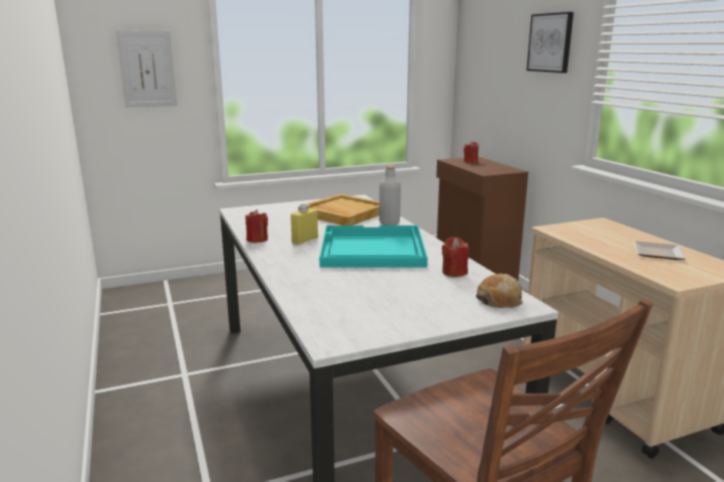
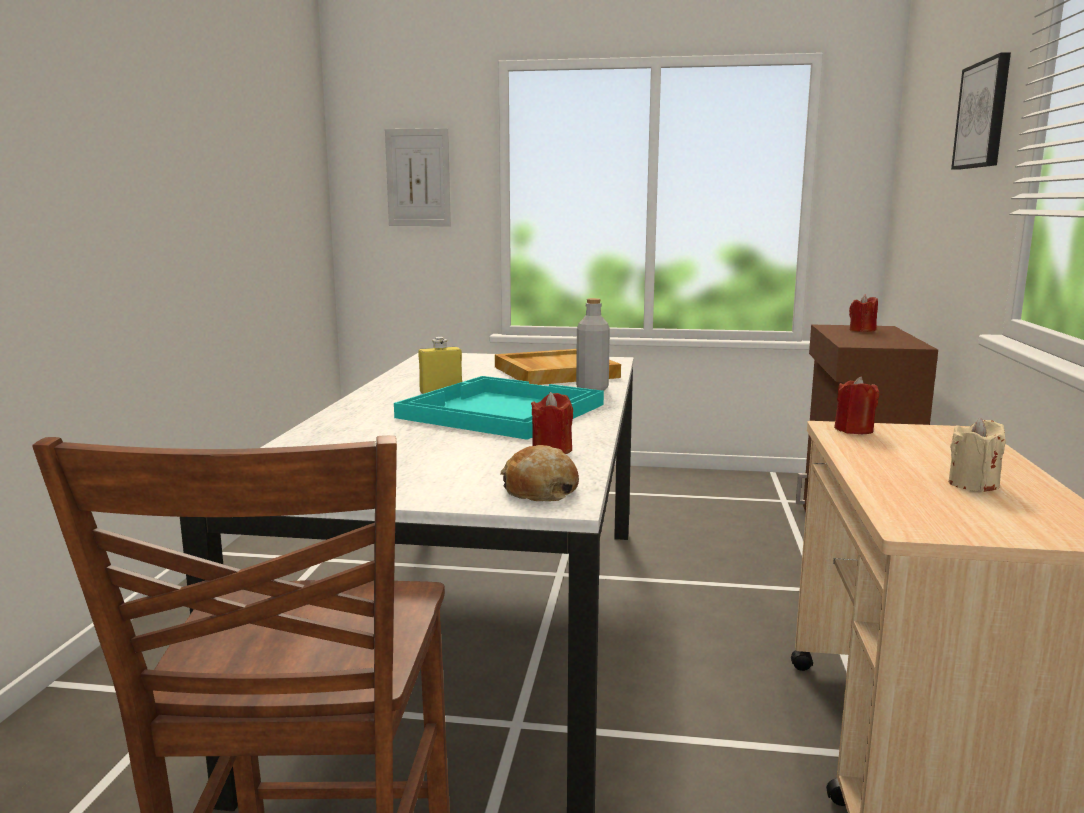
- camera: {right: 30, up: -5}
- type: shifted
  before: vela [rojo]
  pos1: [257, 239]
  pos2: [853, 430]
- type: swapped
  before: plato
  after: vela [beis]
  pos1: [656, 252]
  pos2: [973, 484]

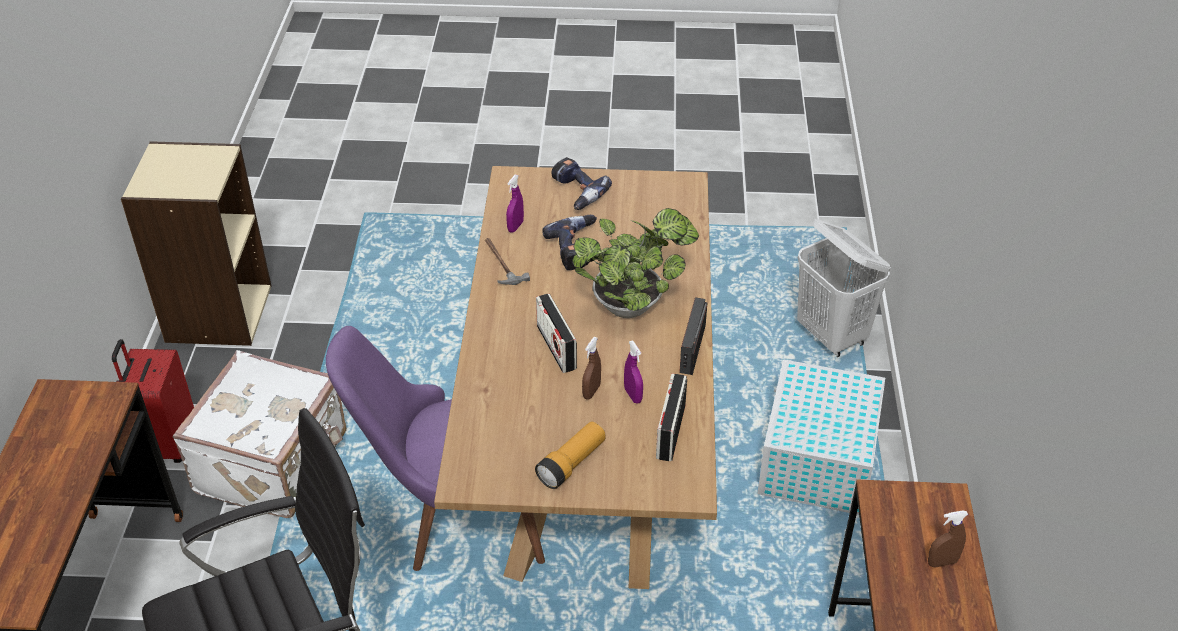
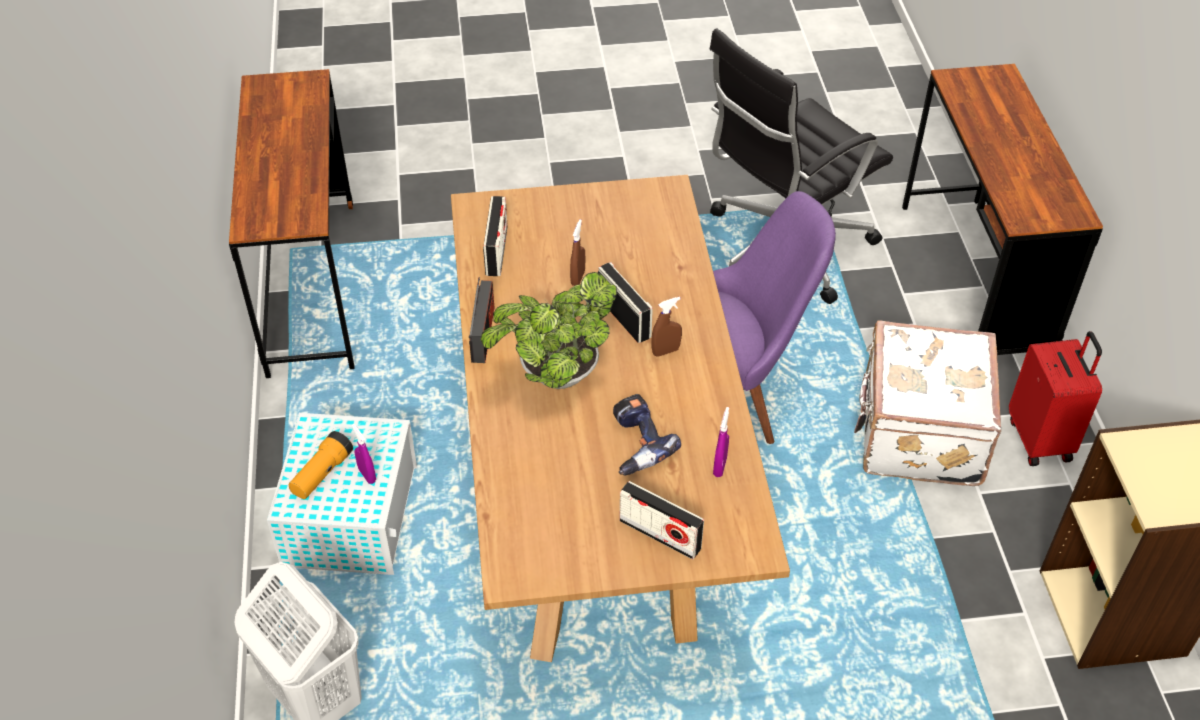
- camera: {right: 170, up: 5}
- type: swapped
  before: taladro
  after: radio
  pos1: [575, 193]
  pos2: [660, 534]
- type: gone
  before: martillo
  pos1: [501, 263]
- type: shifted
  before: pulverizador [morado]
  pos1: [633, 395]
  pos2: [367, 475]
- type: shifted
  before: linterna
  pos1: [572, 463]
  pos2: [322, 474]
- type: shifted
  before: pulverizador [marrón]
  pos1: [942, 562]
  pos2: [666, 351]

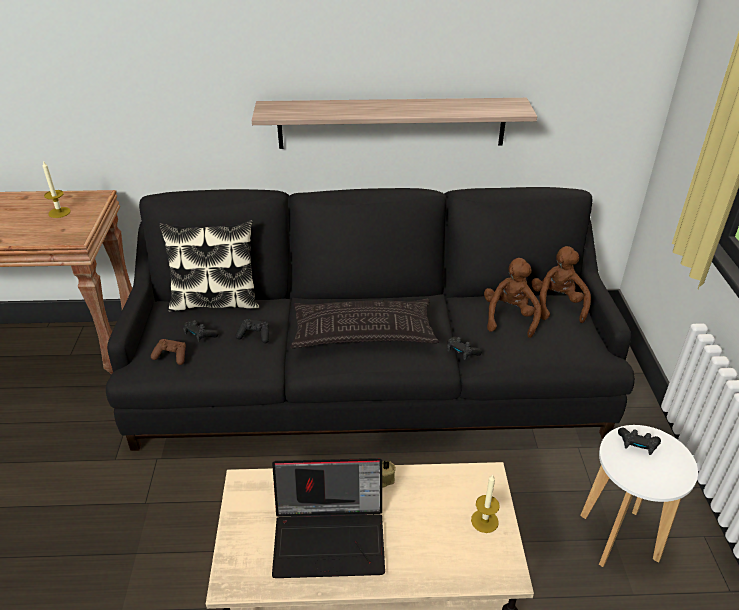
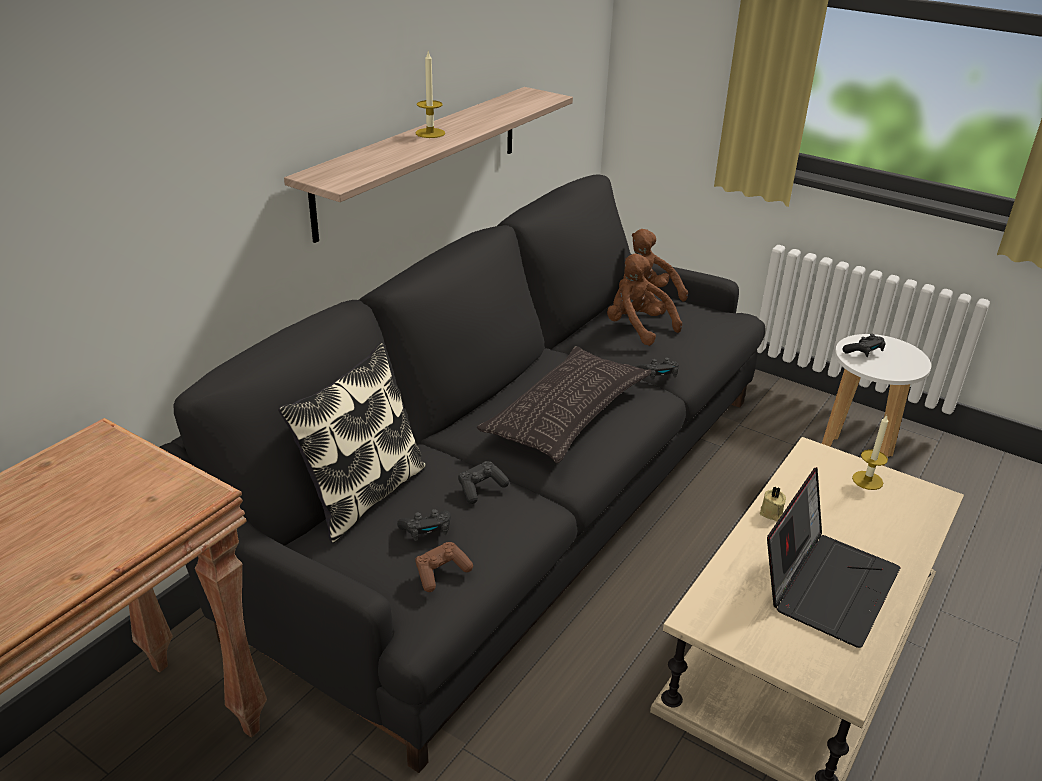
- camera: {right: -55, up: -5}
- type: shifted
  before: vela
  pos1: [59, 212]
  pos2: [430, 133]

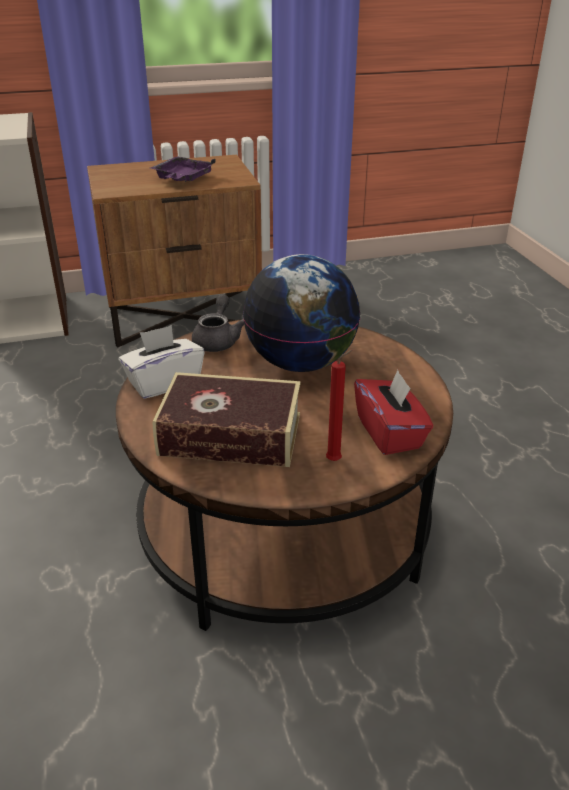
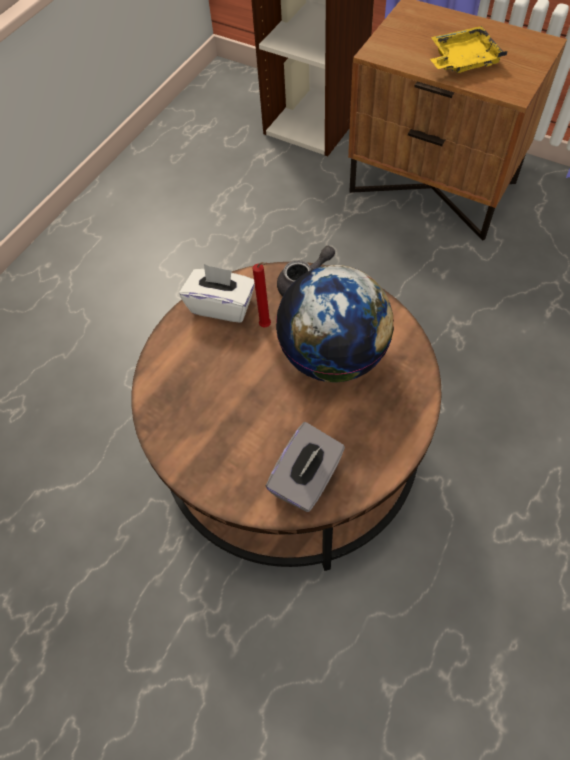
- camera: {right: 50, up: 25}
- type: repainted
  before: bandeja [morado]
  after: bandeja [amarillo]
  pos1: [182, 179]
  pos2: [462, 61]
- type: shifted
  before: vela [rojo]
  pos1: [336, 460]
  pos2: [267, 326]
- type: repainted
  before: caja de pañuelos [rojo]
  after: caja de pañuelos [gris]
  pos1: [390, 433]
  pos2: [307, 479]
- type: gone
  before: libro
  pos1: [230, 434]

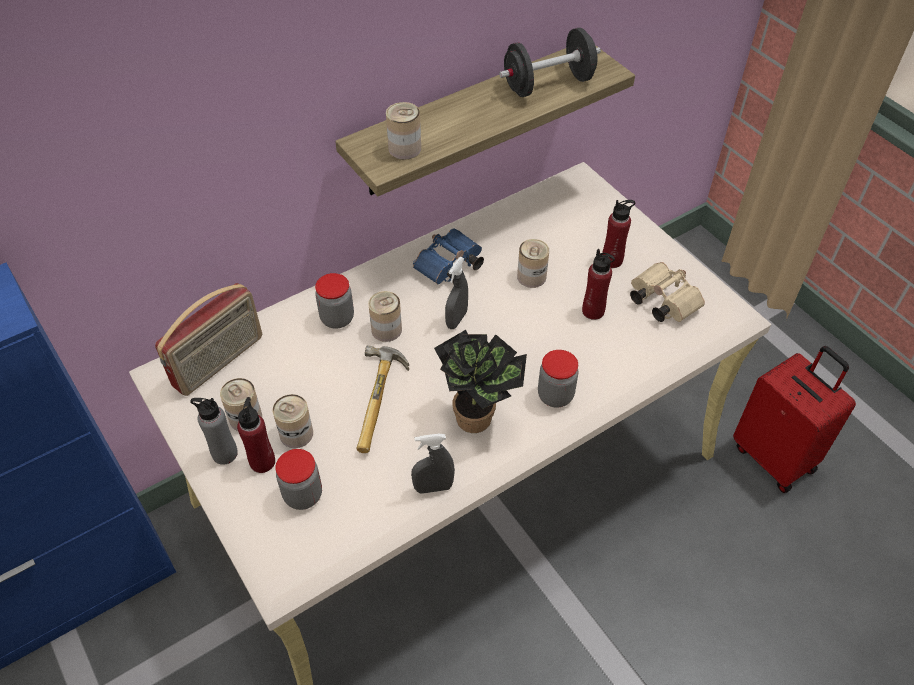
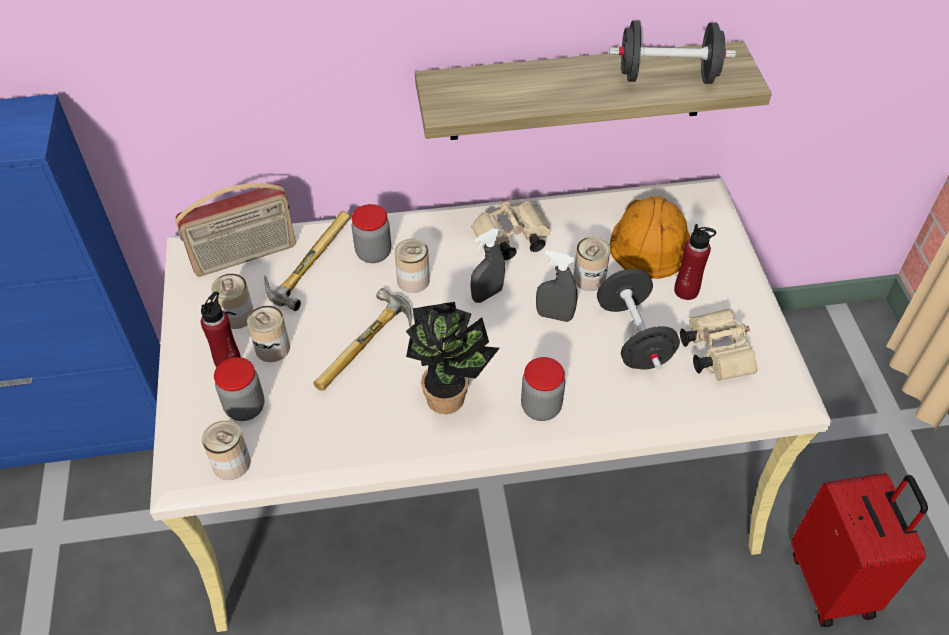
- camera: {right: 25, up: 0}
- type: shifted
  before: lata
  pos1: [404, 148]
  pos2: [231, 463]
- type: repainted
  before: prismáticos [azul]
  after: prismáticos [beis]
  pos1: [449, 268]
  pos2: [510, 241]
- type: swapped
  before: botella [rojo]
  after: mancuerna [negro]
  pos1: [593, 311]
  pos2: [633, 336]
- type: gone
  before: botella [gris]
  pos1: [224, 453]
- type: shifted
  before: pulverizador [gris]
  pos1: [433, 487]
  pos2: [554, 316]
- type: new
  after: casco [naranja]
  pos2: [650, 239]
- type: new
  after: martillo
  pos2: [307, 261]

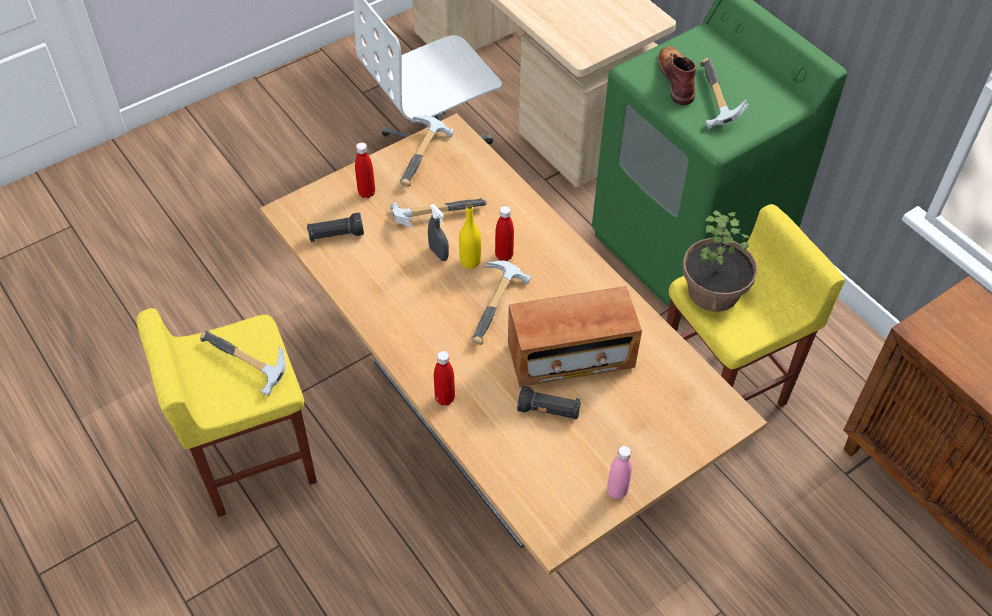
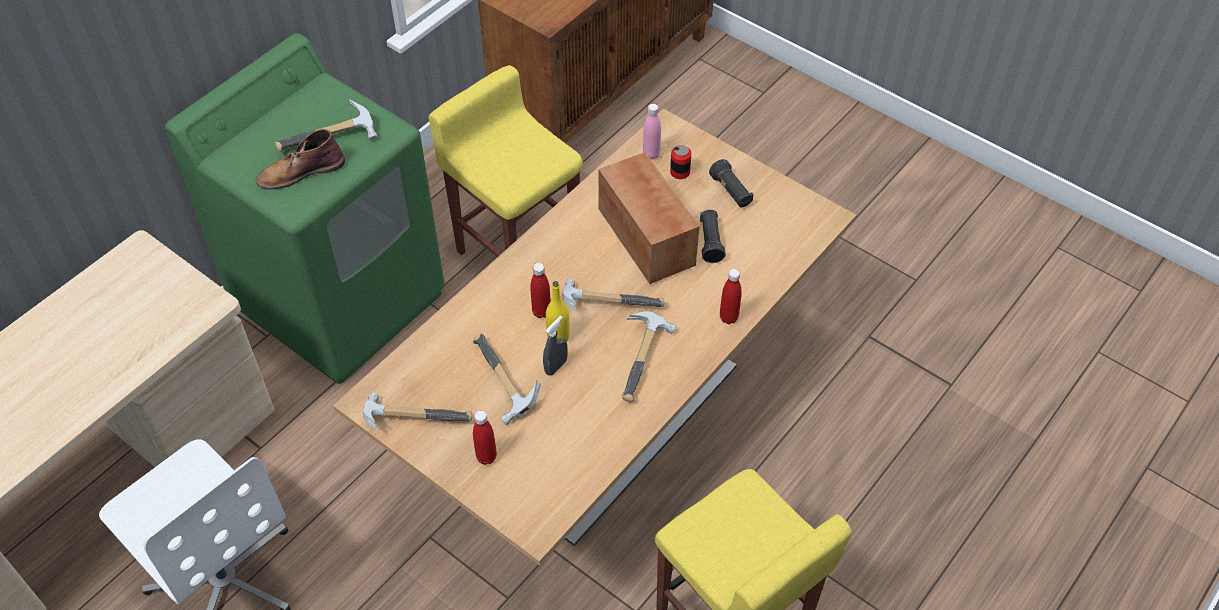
- camera: {right: -105, up: 0}
- type: gone
  before: planta en maceta
  pos1: [714, 292]
- type: shifted
  before: linterna [negro]
  pos1: [336, 235]
  pos2: [731, 192]
- type: shifted
  before: martillo
  pos1: [244, 366]
  pos2: [646, 360]
- type: shifted
  before: botella [rosa]
  pos1: [617, 491]
  pos2: [651, 154]
- type: new
  after: lata
  pos2: [680, 172]

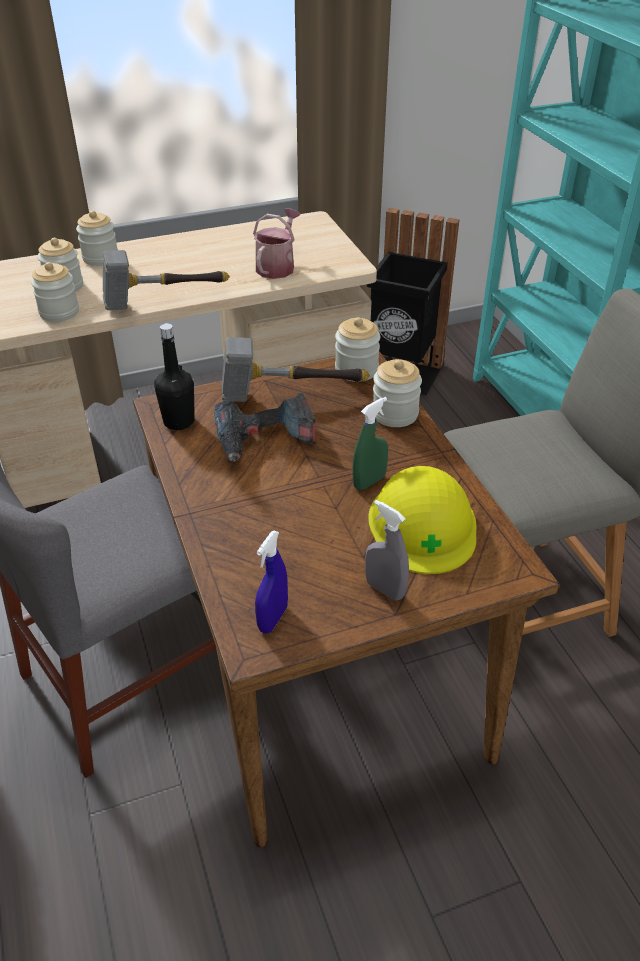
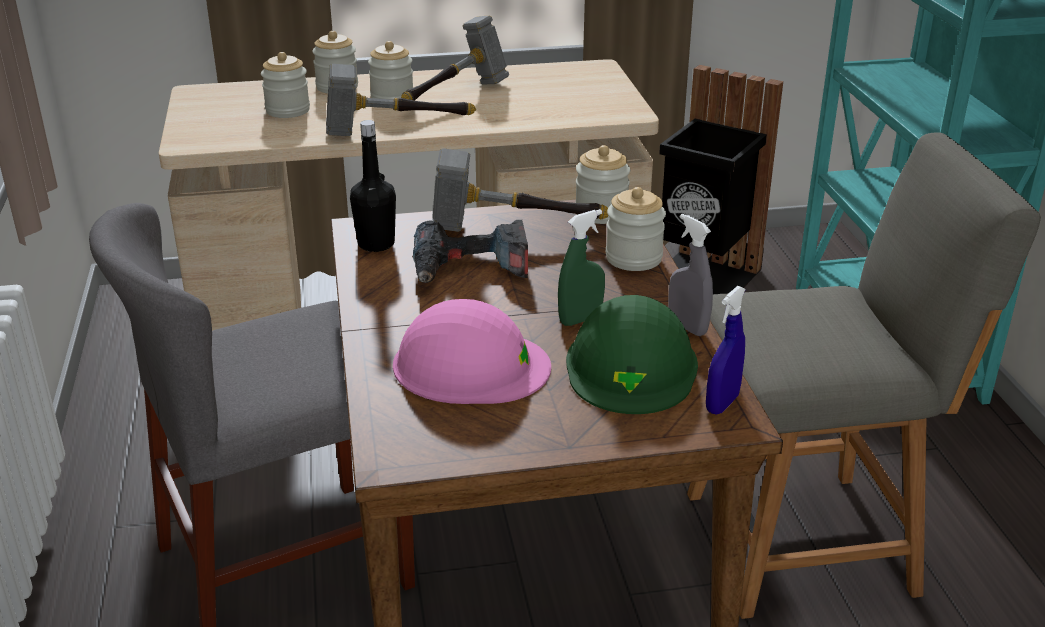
- camera: {right: 10, up: -10}
- type: gone
  before: regadera
  pos1: [277, 266]
- type: shifted
  before: tarro
  pos1: [59, 312]
  pos2: [392, 98]
- type: repainted
  before: casco [amarillo]
  after: casco [verde]
  pos1: [422, 524]
  pos2: [631, 366]
- type: shifted
  before: pulverizador [gris]
  pos1: [384, 589]
  pos2: [687, 327]
- type: shifted
  before: pulverizador [azul]
  pos1: [273, 619]
  pos2: [722, 404]
- type: new
  after: martillo
  pos2: [456, 96]
- type: new
  after: casco [rosa]
  pos2: [470, 365]

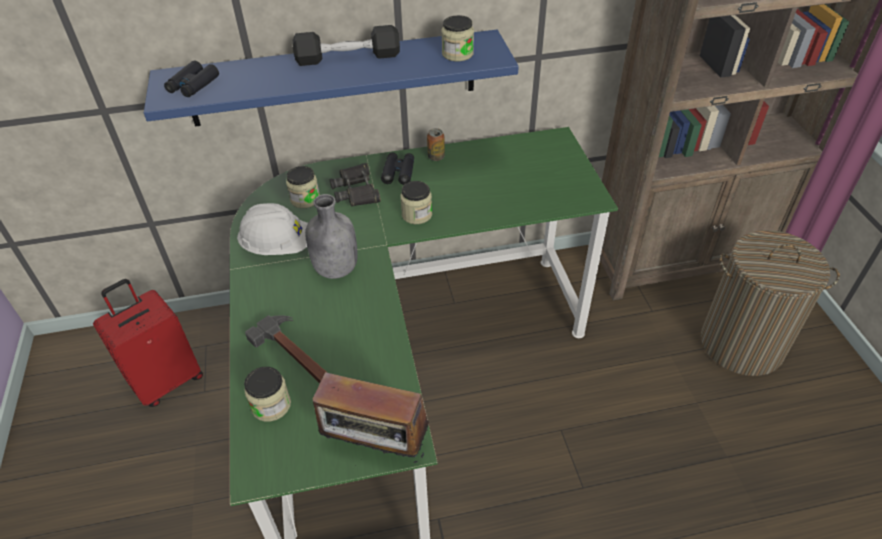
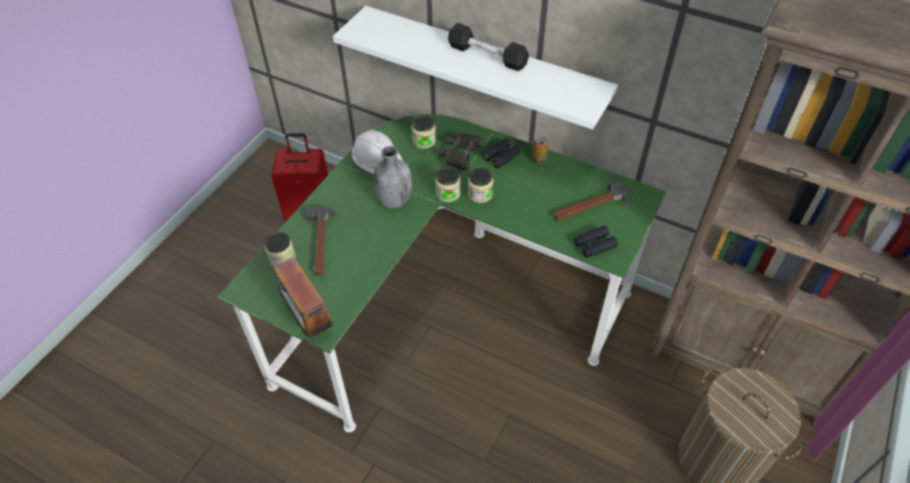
- camera: {right: 40, up: 5}
- type: shifted
  before: tarro
  pos1: [457, 54]
  pos2: [448, 193]
- type: repainted
  before: estante [azul]
  after: estante [blanco]
  pos1: [333, 78]
  pos2: [483, 64]
- type: shifted
  before: prismáticos [negro]
  pos1: [193, 85]
  pos2: [594, 245]
- type: new
  after: martillo
  pos2: [591, 206]

